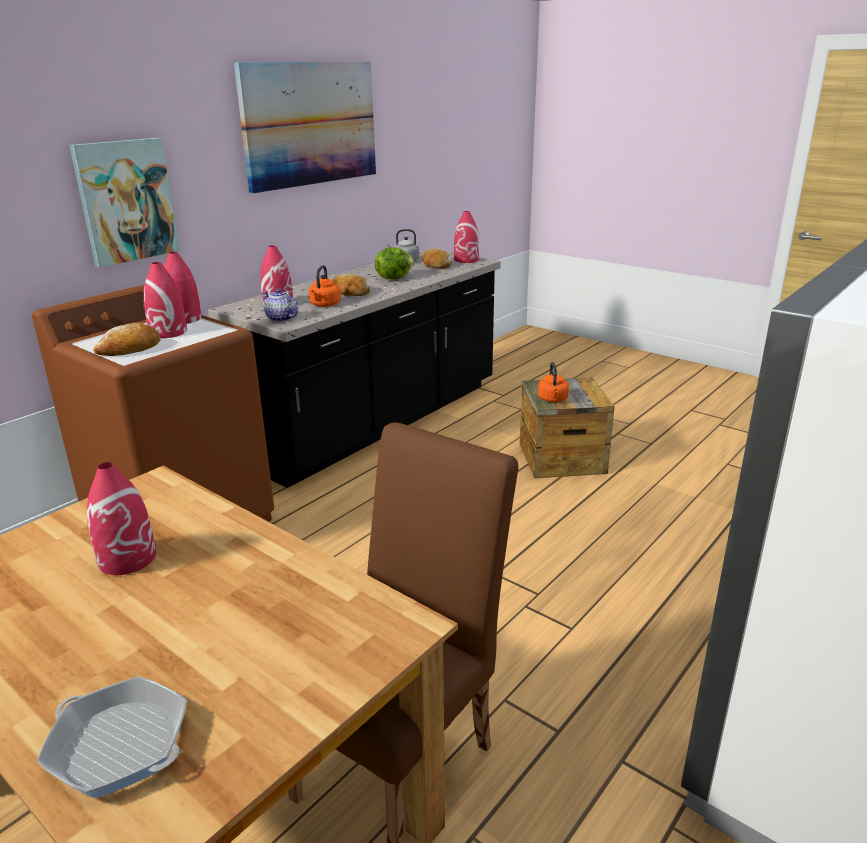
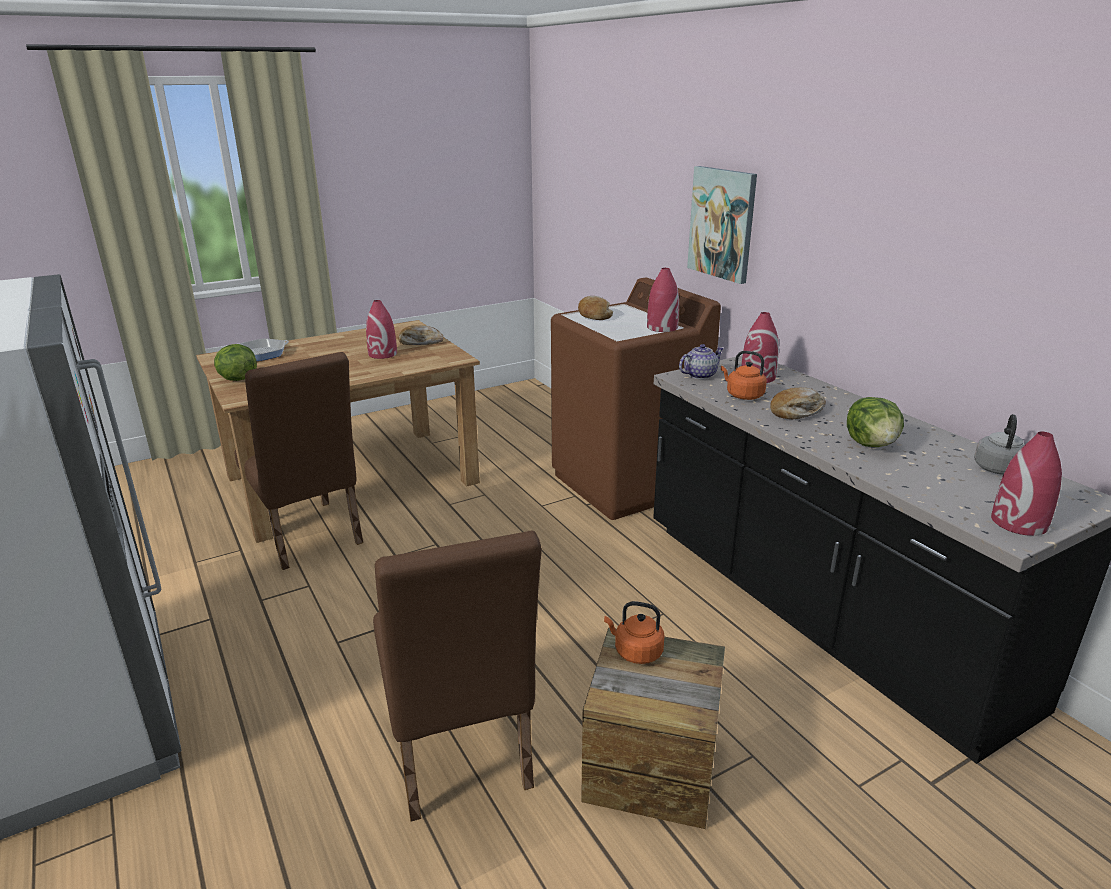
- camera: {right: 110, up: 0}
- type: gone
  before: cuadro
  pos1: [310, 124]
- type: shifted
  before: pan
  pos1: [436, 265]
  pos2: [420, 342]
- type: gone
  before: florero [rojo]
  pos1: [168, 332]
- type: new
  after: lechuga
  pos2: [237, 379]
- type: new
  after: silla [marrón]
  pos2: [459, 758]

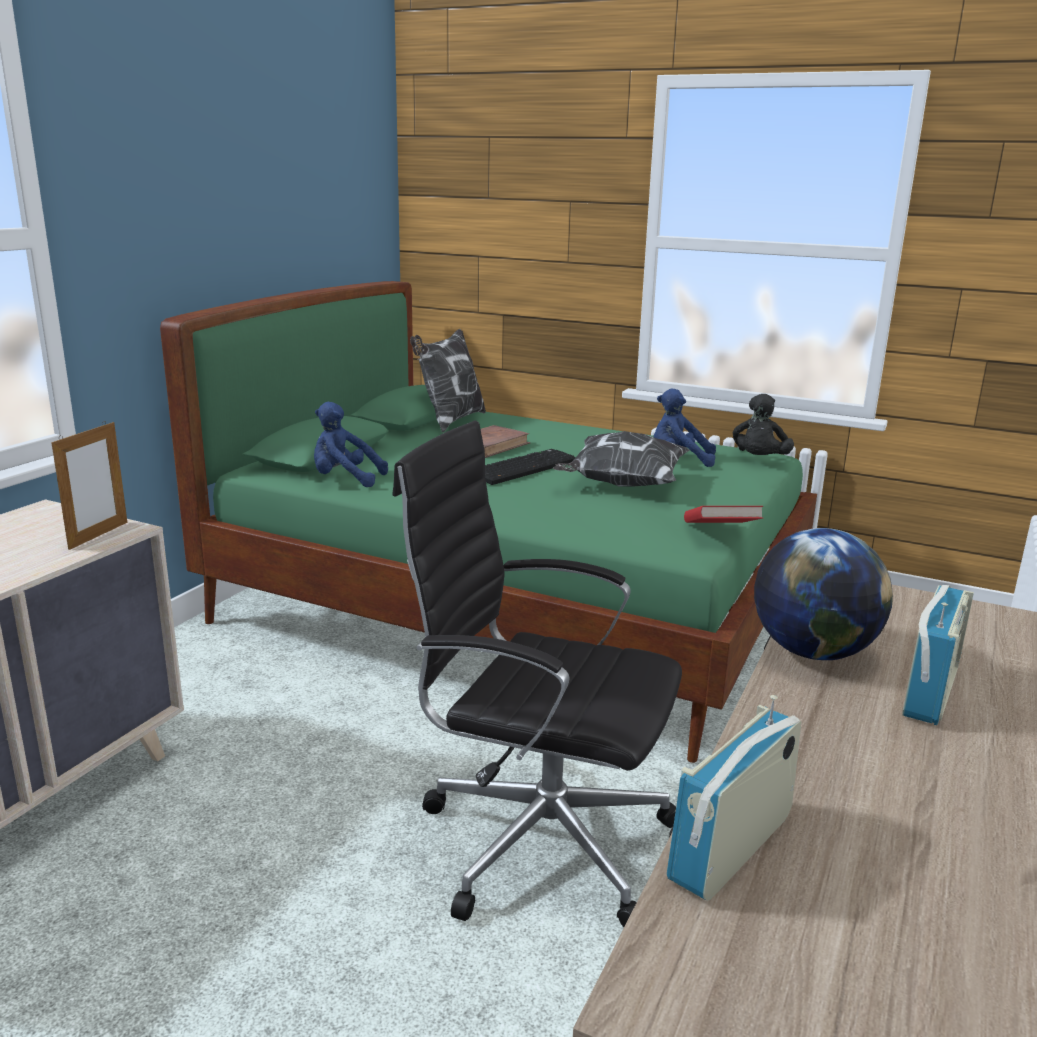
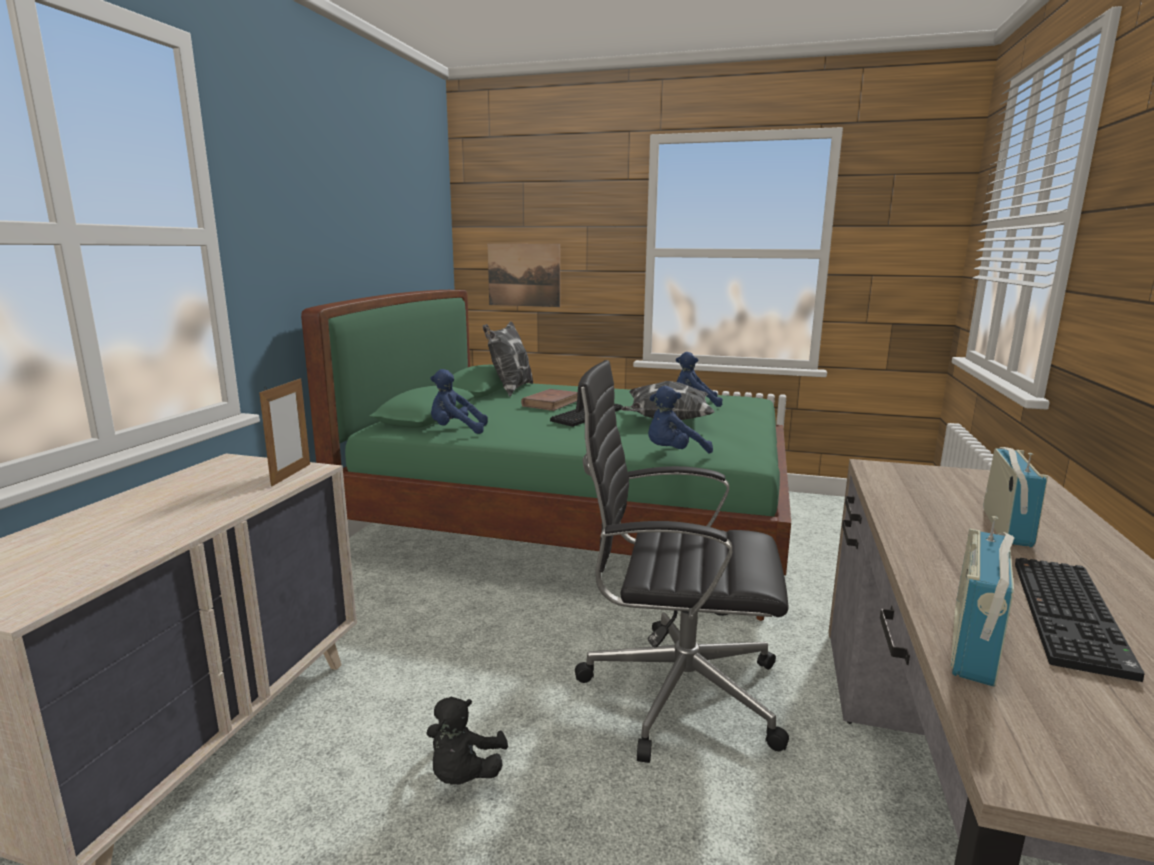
- camera: {right: -10, up: -5}
- type: shifted
  before: peluche [negro]
  pos1: [759, 461]
  pos2: [464, 774]
- type: gone
  before: libro [rojo]
  pos1: [720, 534]
- type: gone
  before: globo terráqueo
  pos1: [812, 652]
- type: new
  after: cuadro
  pos2: [524, 275]
- type: new
  after: peluche [azul]
  pos2: [673, 453]
- type: new
  after: teclado
  pos2: [1073, 617]

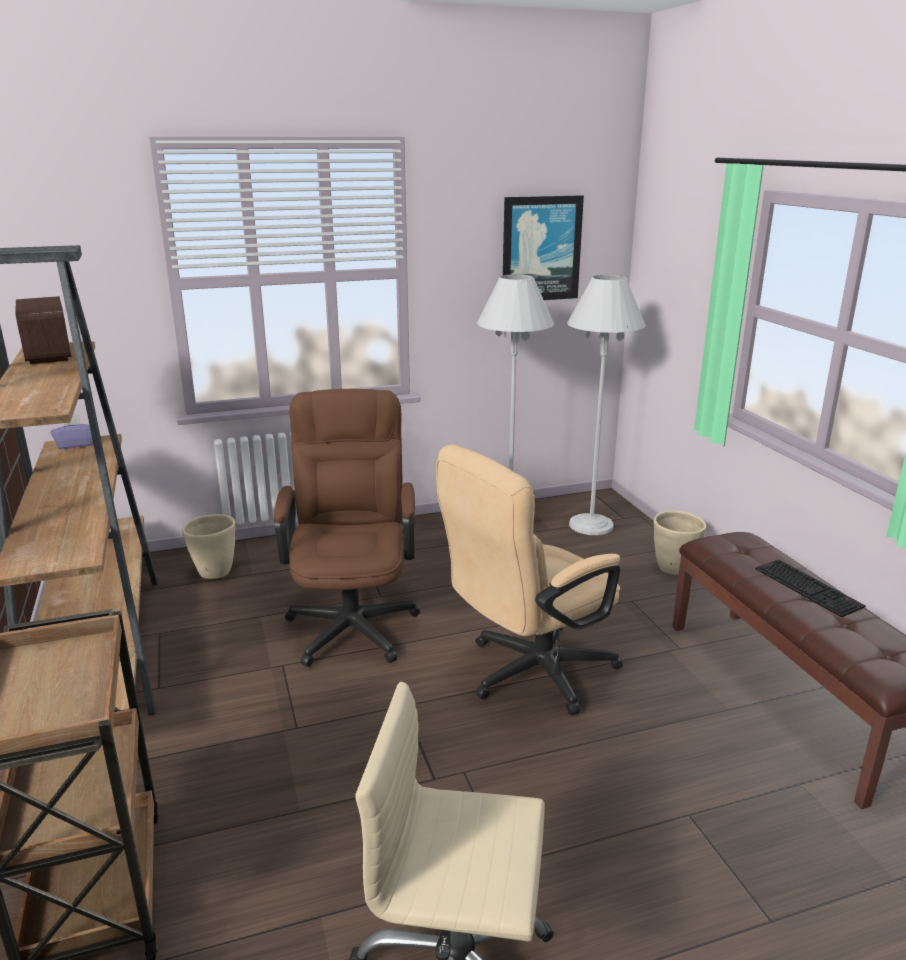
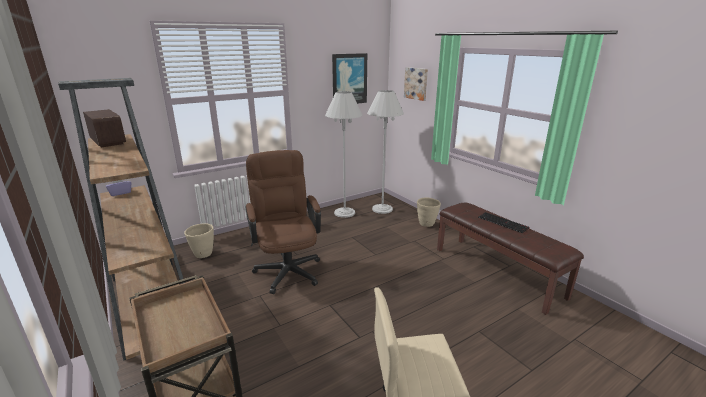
- camera: {right: -15, up: 0}
- type: gone
  before: silla de oficina [beis]
  pos1: [528, 674]
- type: new
  after: cuadro
  pos2: [416, 83]

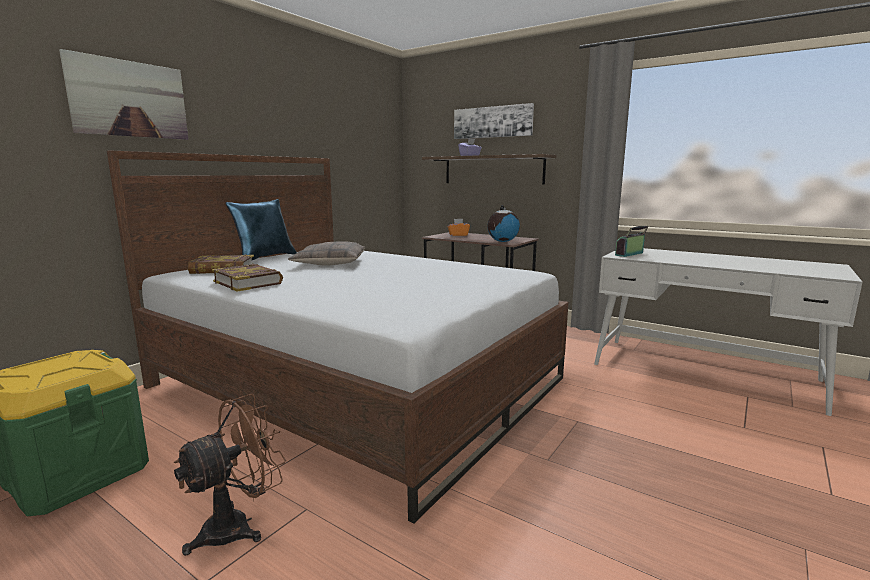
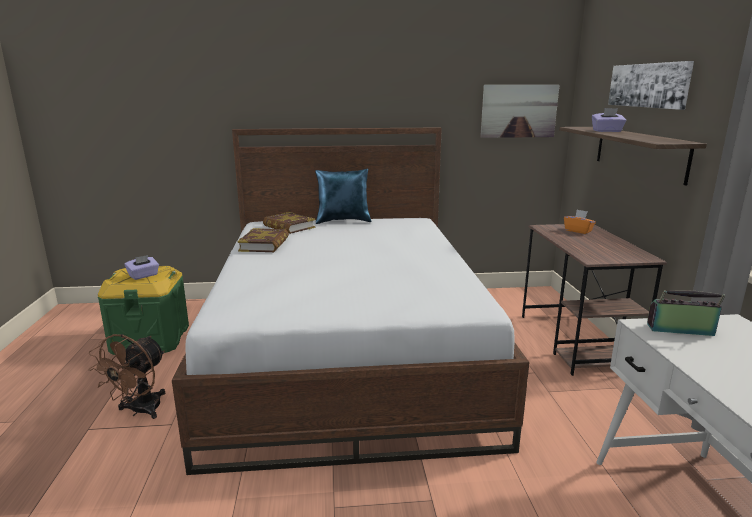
- camera: {right: 50, up: 5}
- type: shifted
  before: cuadro
  pos1: [129, 99]
  pos2: [519, 111]
- type: gone
  before: globo terráqueo
  pos1: [502, 241]
- type: gone
  before: cojín
  pos1: [329, 262]
- type: rotated
  before: ventilador [marrón]
  pos1: [238, 526]
  pos2: [140, 411]
  turn: 105
- type: new
  after: caja de pañuelos [morado]
  pos2: [143, 276]

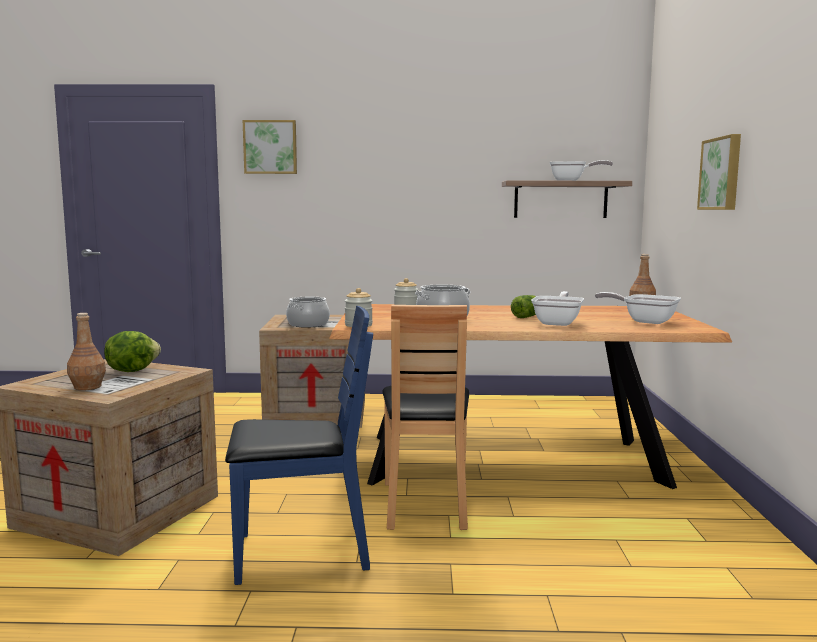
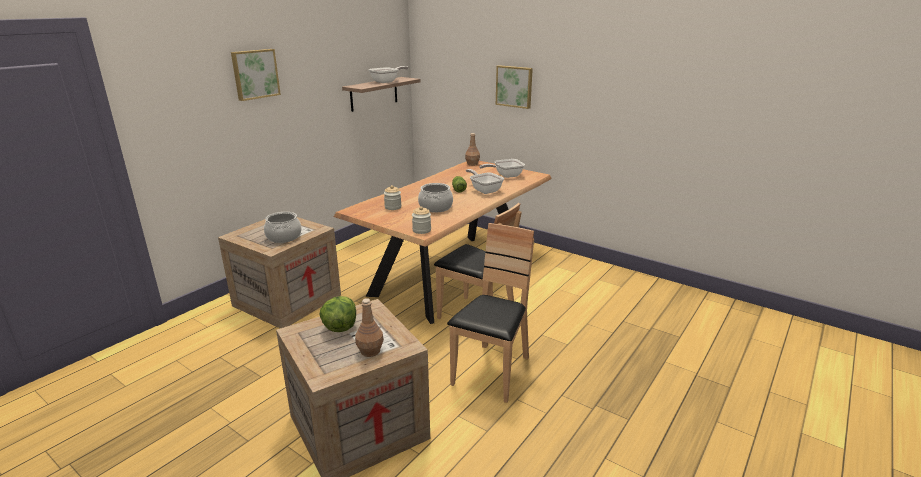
- camera: {right: -55, up: 15}
- type: shifted
  before: cuadro
  pos1: [270, 147]
  pos2: [255, 74]
- type: repainted
  before: silla [azul]
  after: silla [marrón]
  pos1: [300, 553]
  pos2: [492, 372]

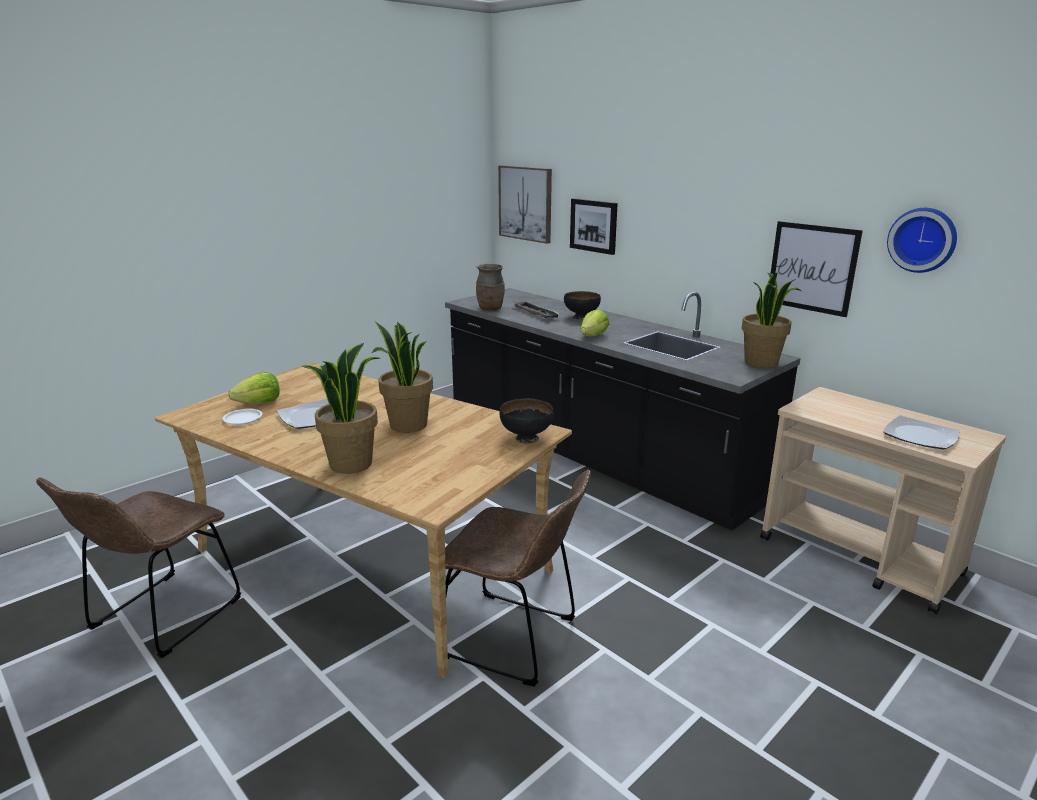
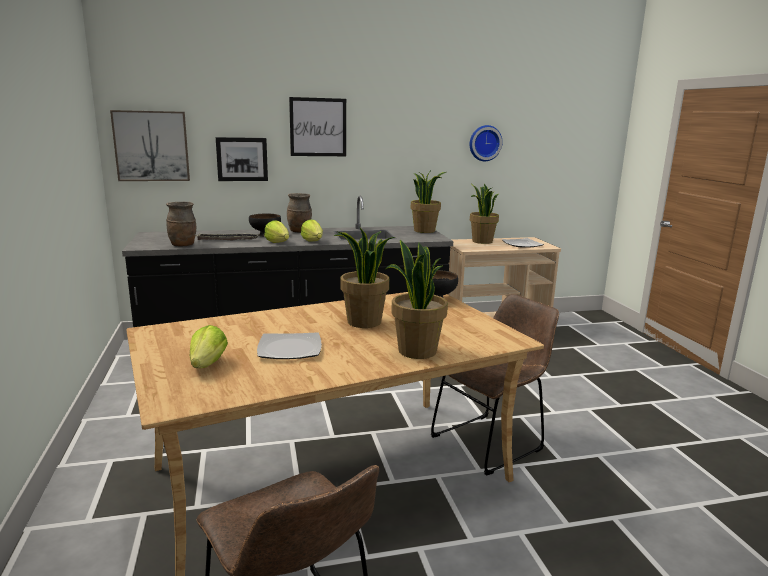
- camera: {right: -60, up: -5}
- type: shifted
  before: cuadro
  pos1: [812, 268]
  pos2: [318, 127]
- type: gone
  before: plato [blanco]
  pos1: [243, 419]
- type: new
  after: planta en maceta
  pos2: [481, 241]
- type: new
  after: florero [marrón]
  pos2: [300, 231]
- type: new
  after: lechuga
  pos2: [278, 242]

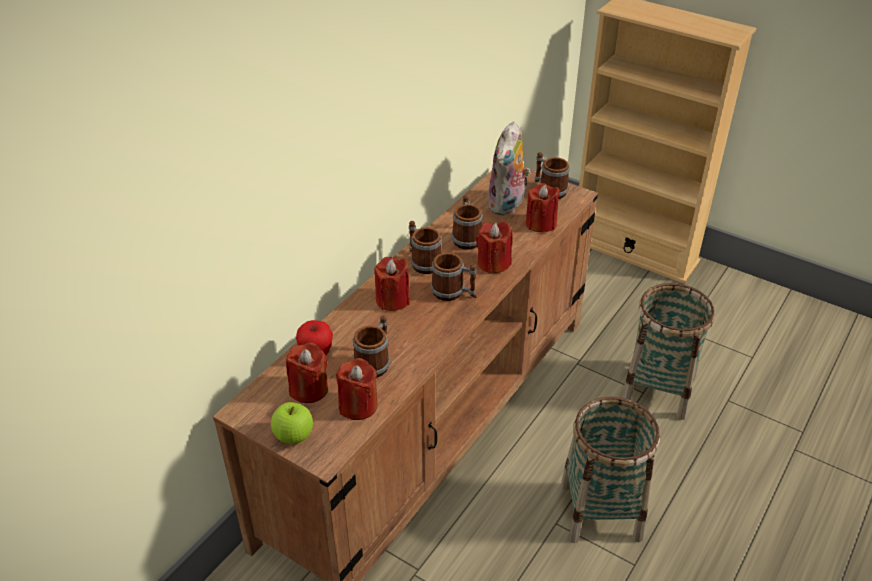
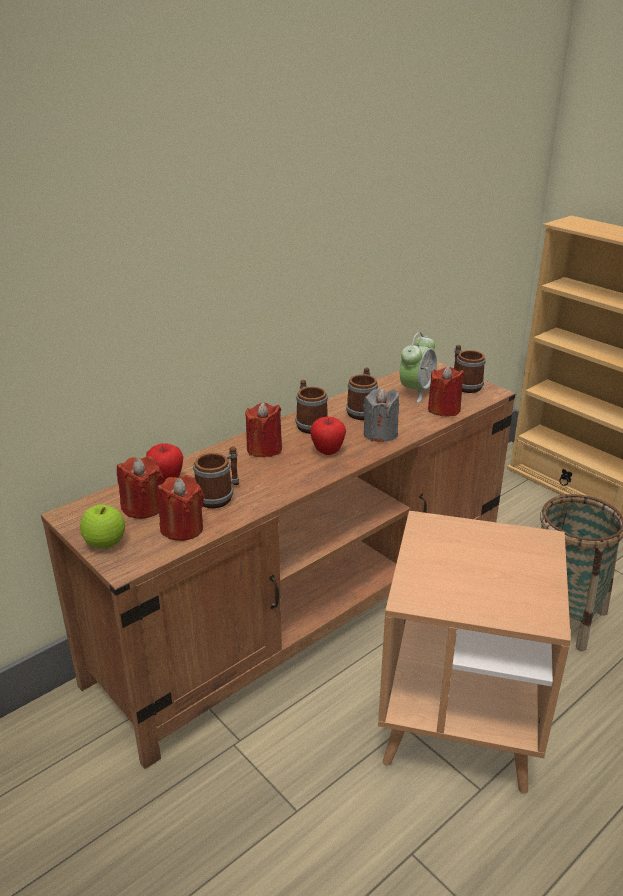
- camera: {right: 15, up: -10}
- type: swapped
  before: peluche
  after: despertador
  pos1: [507, 205]
  pos2: [416, 391]
- type: repainted
  before: vela [rojo]
  after: vela [gris]
  pos1: [493, 263]
  pos2: [380, 434]
- type: swapped
  before: taza grande
  after: manzana
  pos1: [453, 293]
  pos2: [327, 452]
- type: swapped
  before: cesta
  after: mesa auxiliar [marrón]
  pos1: [600, 511]
  pos2: [459, 724]

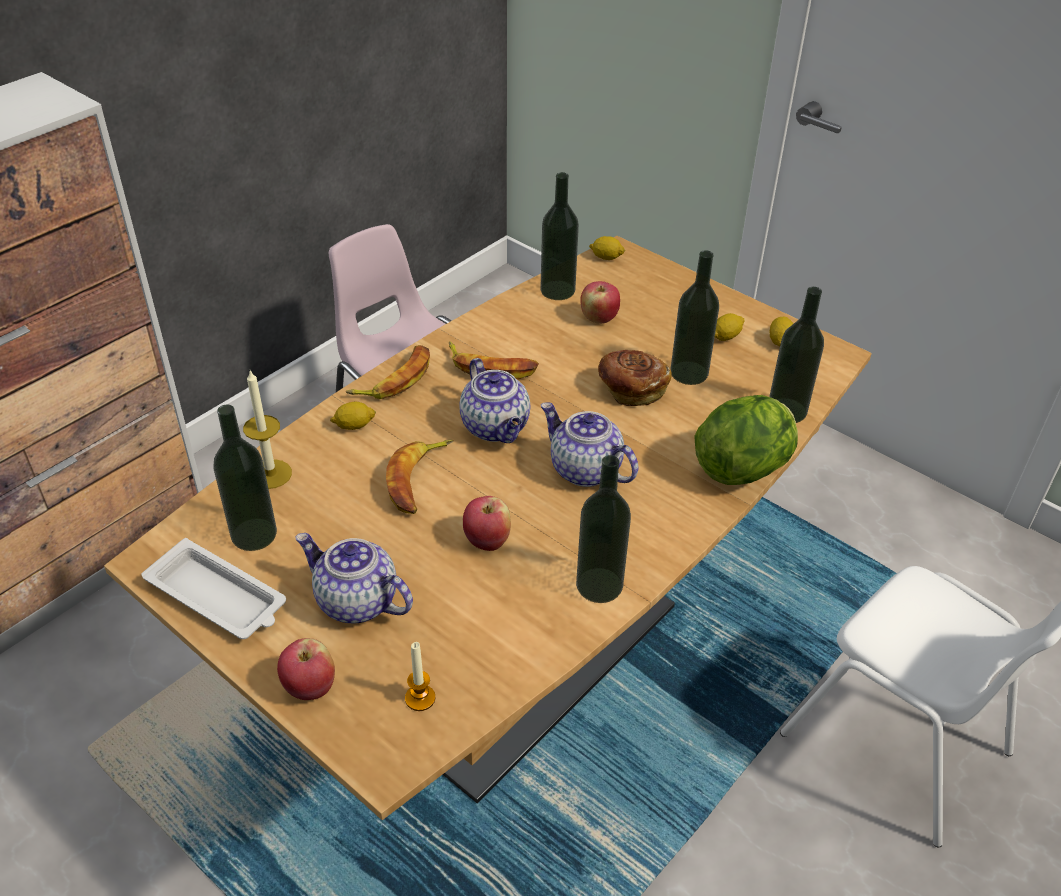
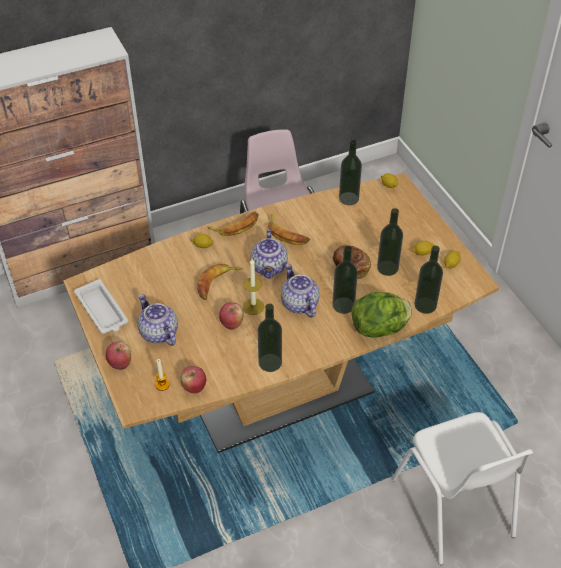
- camera: {right: 25, up: 5}
- type: shifted
  before: manzana
  pos1: [598, 318]
  pos2: [194, 387]
- type: shifted
  before: vela
  pos1: [271, 474]
  pos2: [253, 306]
- type: shifted
  before: botella
  pos1: [254, 534]
  pos2: [343, 305]

